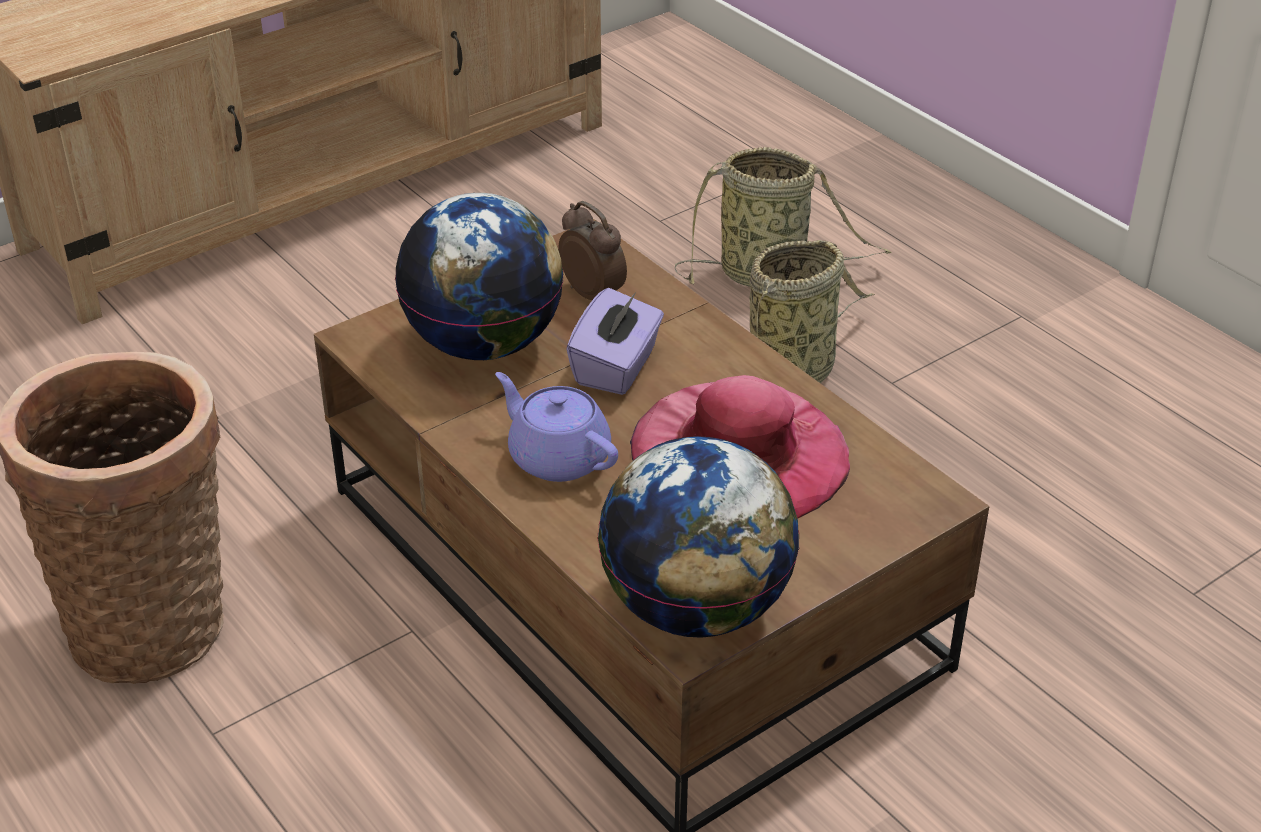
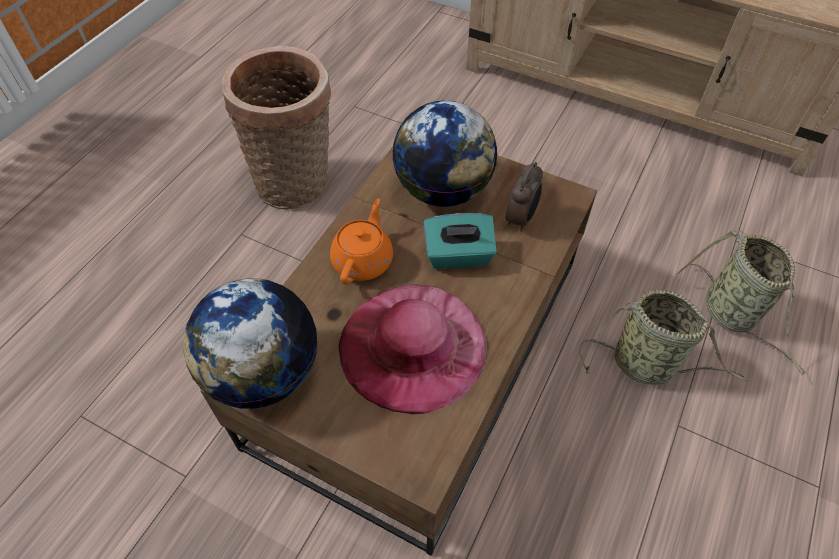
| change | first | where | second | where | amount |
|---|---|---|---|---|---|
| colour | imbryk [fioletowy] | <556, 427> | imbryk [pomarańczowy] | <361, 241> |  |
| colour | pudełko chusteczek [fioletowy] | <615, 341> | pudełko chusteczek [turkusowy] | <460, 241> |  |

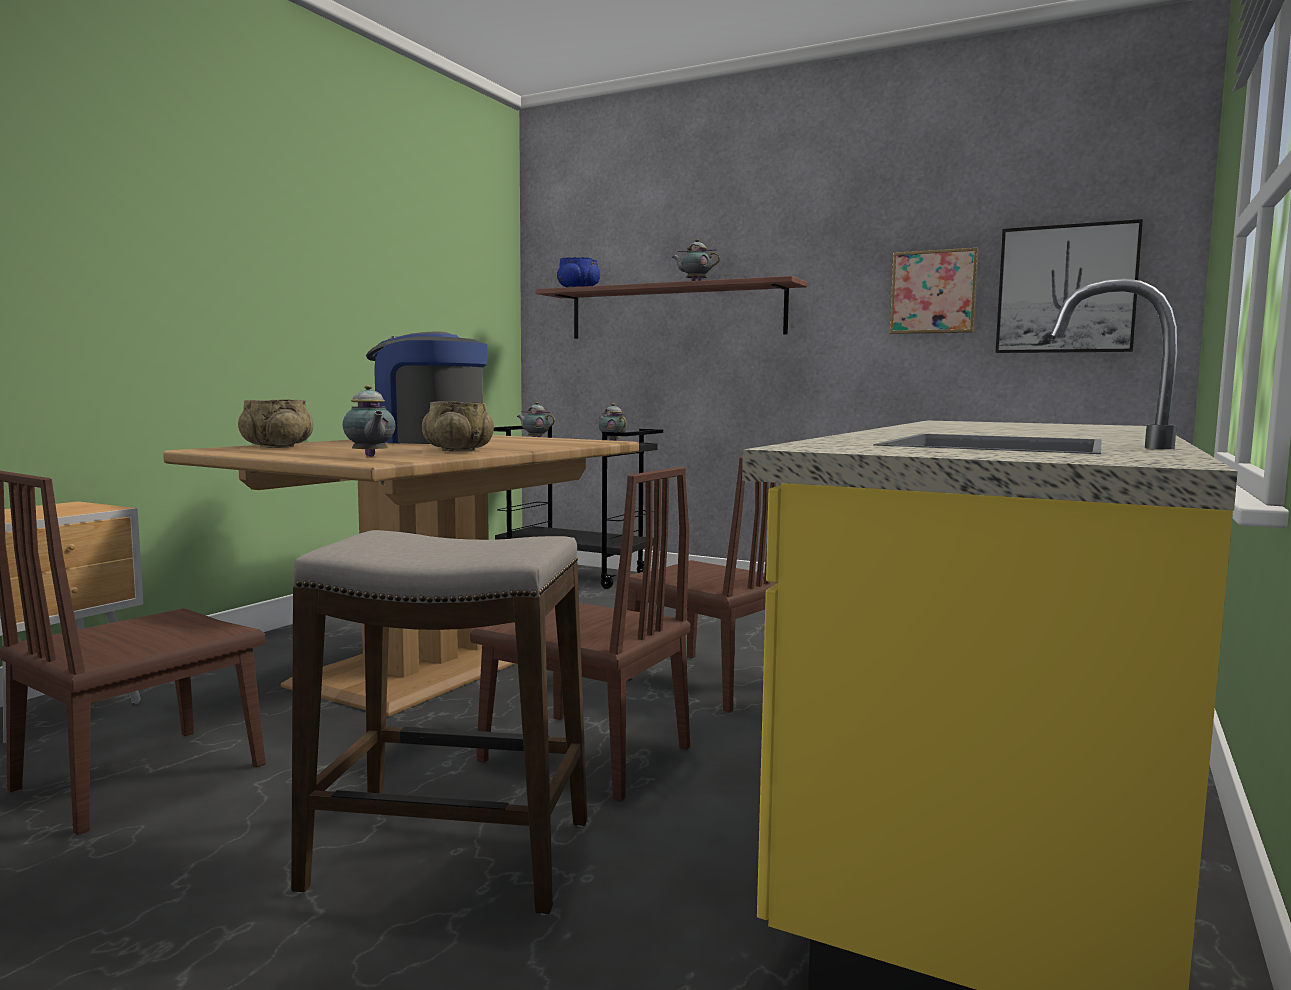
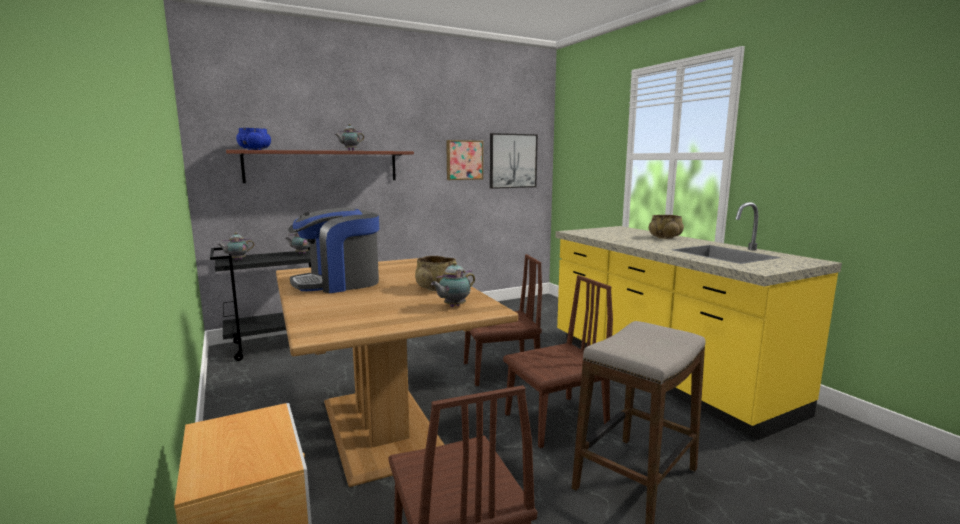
| change | first | where | second | where | amount |
|---|---|---|---|---|---|
| relocated | miska [beżowy] | <275, 423> |  | <666, 227> |  |
| spun | imbryk | <368, 421> |  | <453, 284> | 135 degrees clockwise |

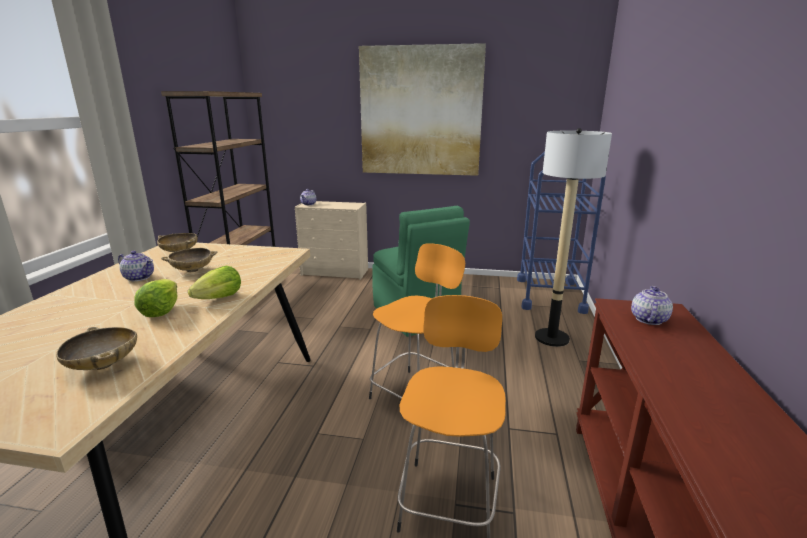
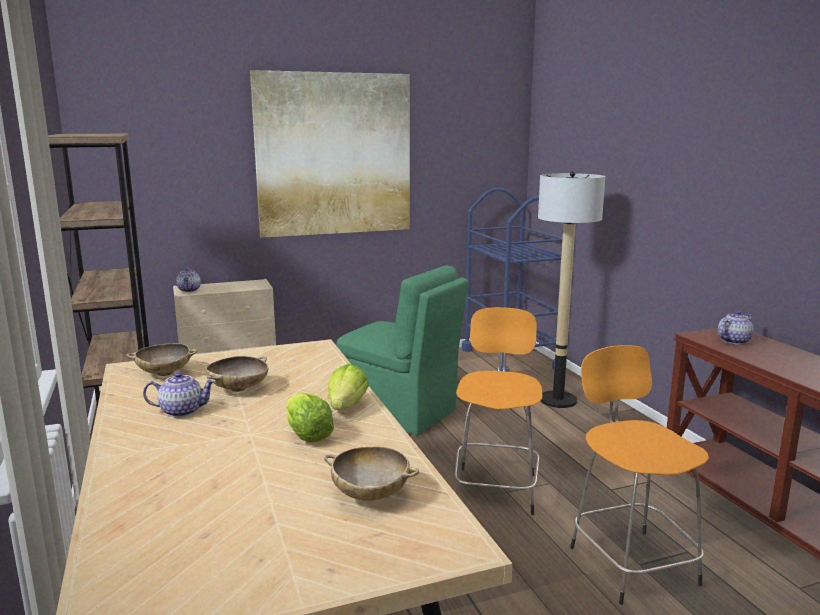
| change | first | where | second | where | amount |
|---|---|---|---|---|---|
| spun | imbryk | <652, 305> |  | <736, 328> | 60 degrees clockwise |

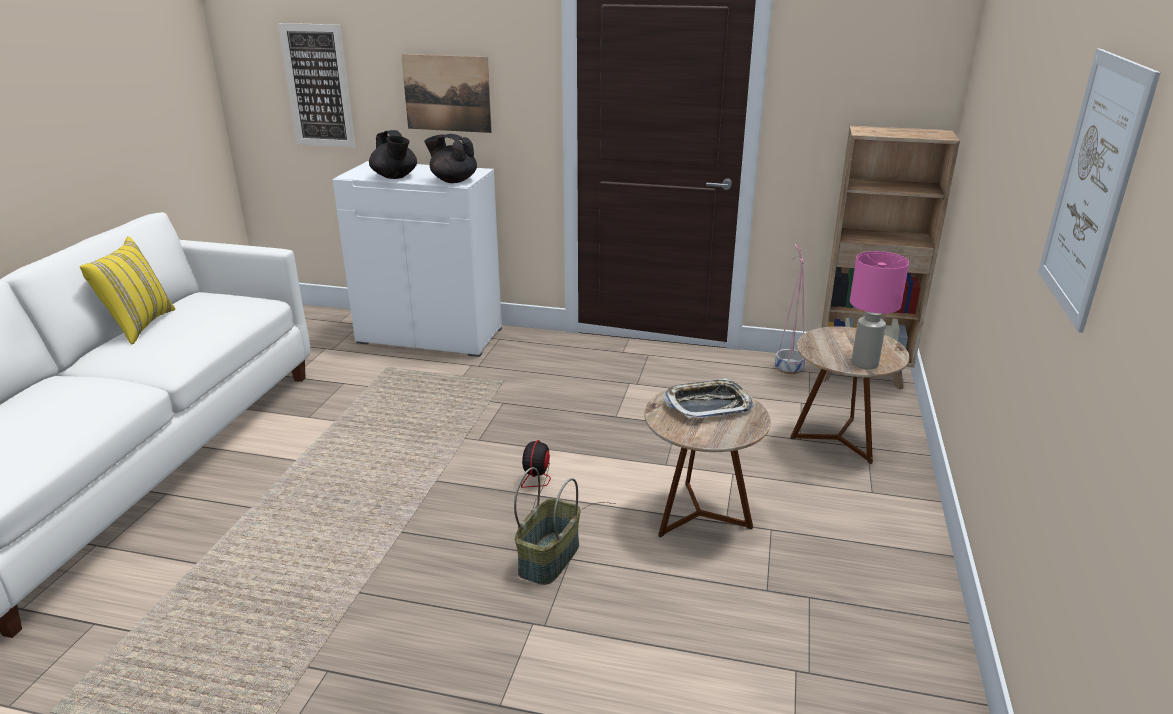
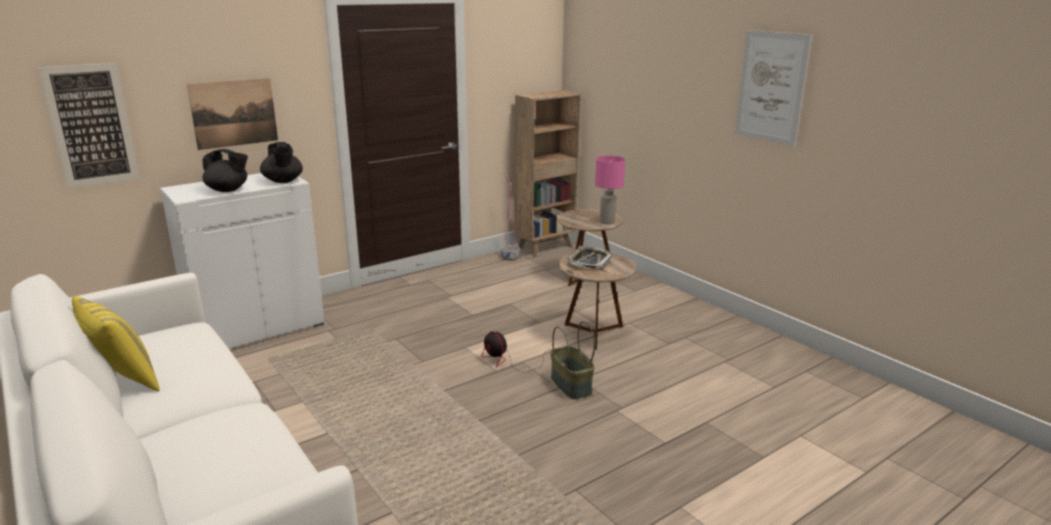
| change | first | where | second | where | amount |
|---|---|---|---|---|---|
| spun | imbryk [czarny] | <450, 158> |  | <281, 162> | 90 degrees counterclockwise |

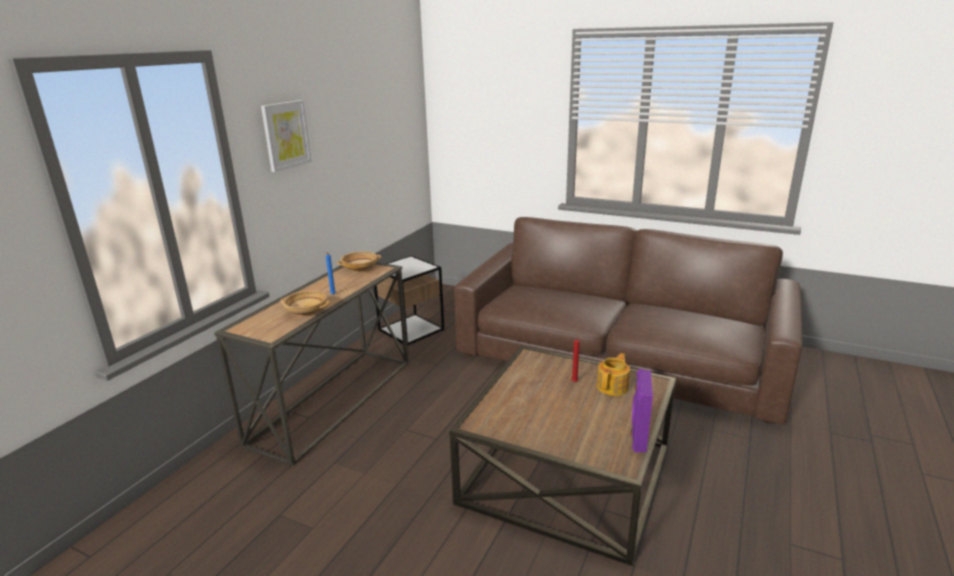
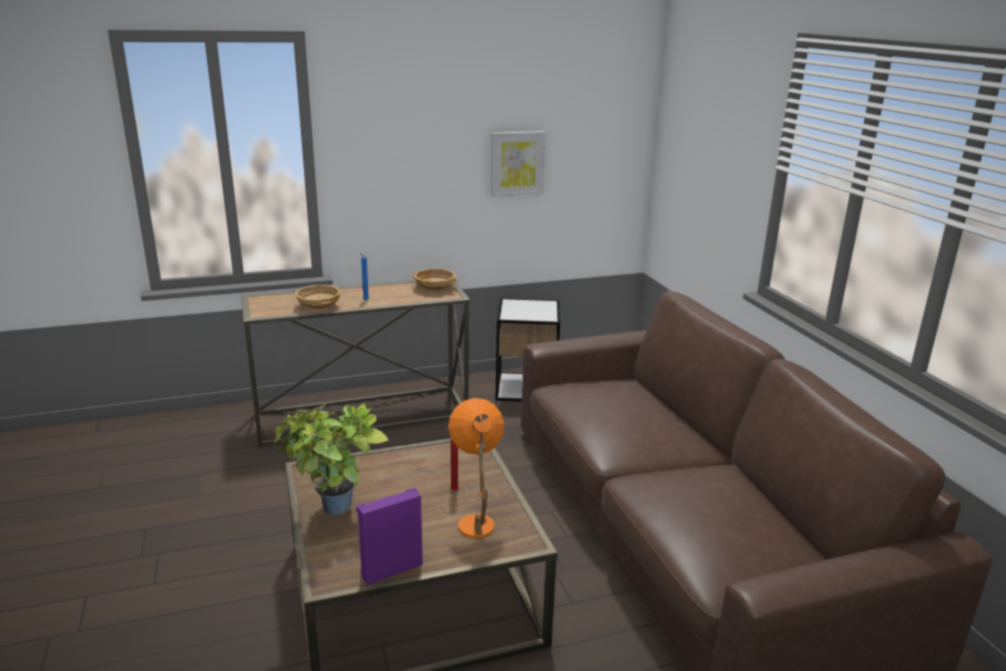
| change | first | where | second | where | amount |
|---|---|---|---|---|---|
| relocated | obraz | <286, 136> |  | <518, 164> |  |
| exchanged | imbryk | <613, 374> | lampa stołowa [pomarańczowy] | <476, 468> |  |
| appeared |  |  | roślina doniczkowa | <331, 460> |  |

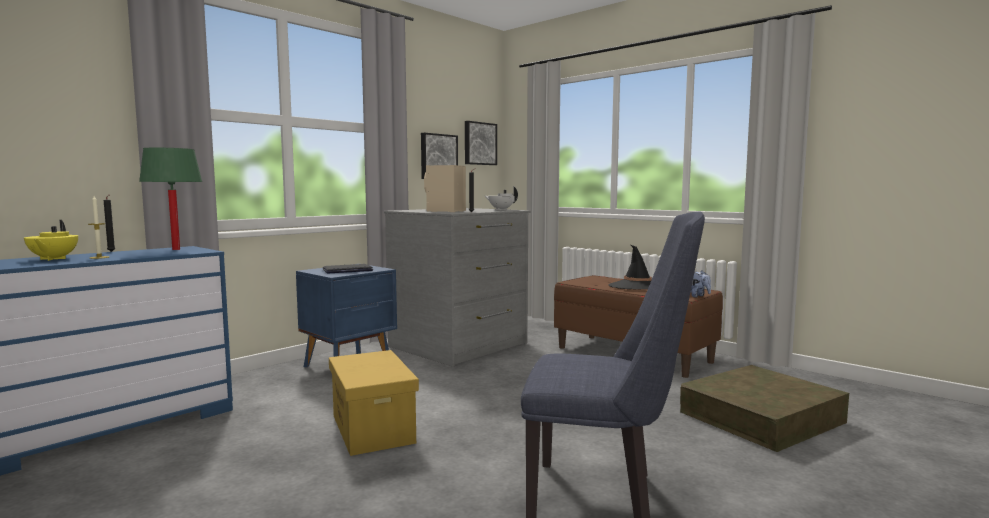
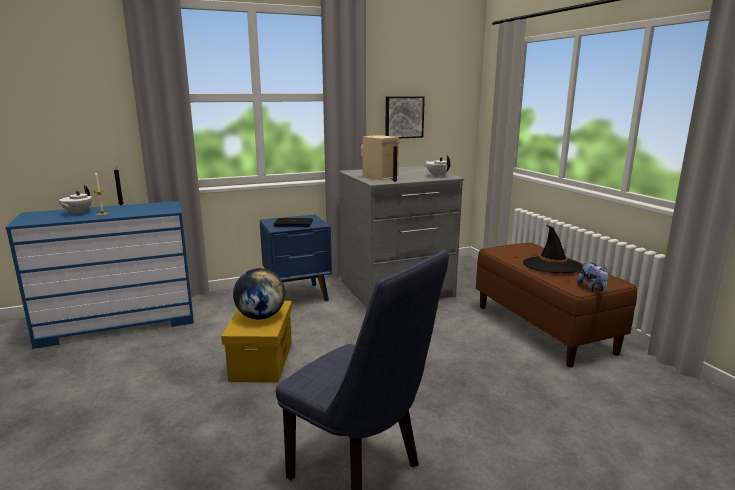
| change | first | where | second | where | amount |
|---|---|---|---|---|---|
| colour | imbryk [żółty] | <51, 240> | imbryk [biały] | <75, 200> |  |
| missing | lampa stołowa [zielony] | <171, 199> |  |  |  |
| missing | obraz | <481, 143> |  |  |  |
| missing | pojemnik do przechowywania [brązowy] | <764, 408> |  |  |  |
| appeared |  |  | globus | <259, 293> |  |

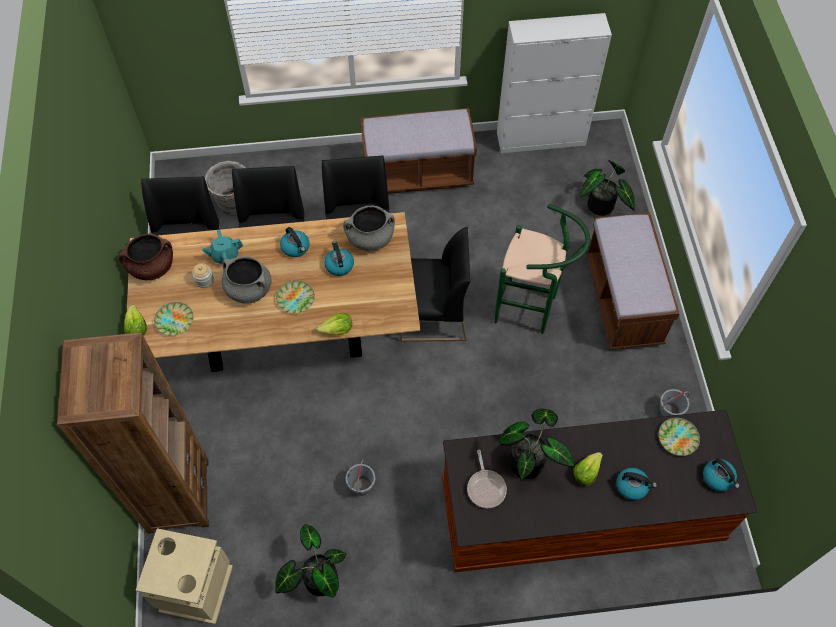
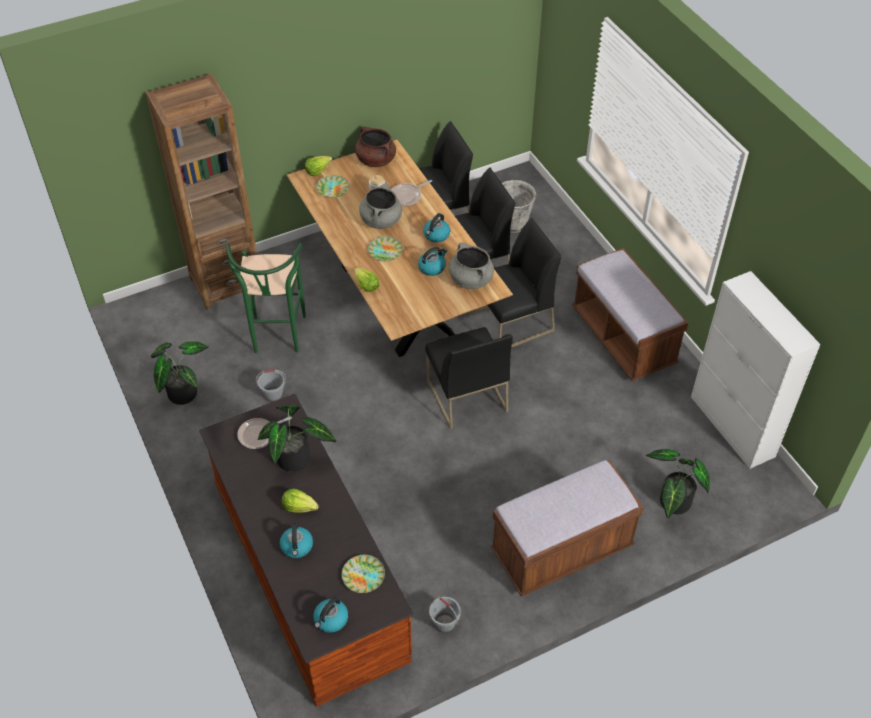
| change | first | where | second | where | amount |
|---|---|---|---|---|---|
| missing | kosz na śmieci [beżowy] | <184, 576> |  |  |  |
| exchanged | imbryk [turkusowy] | <222, 247> | patelnia | <411, 193> |  |
| relocated | stołek [zielony] | <542, 269> |  | <266, 298> |  |

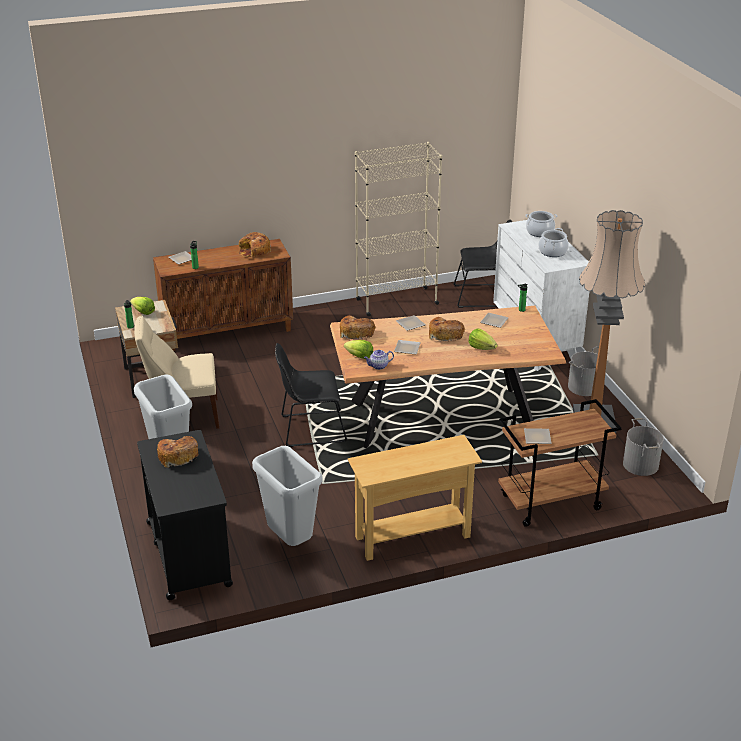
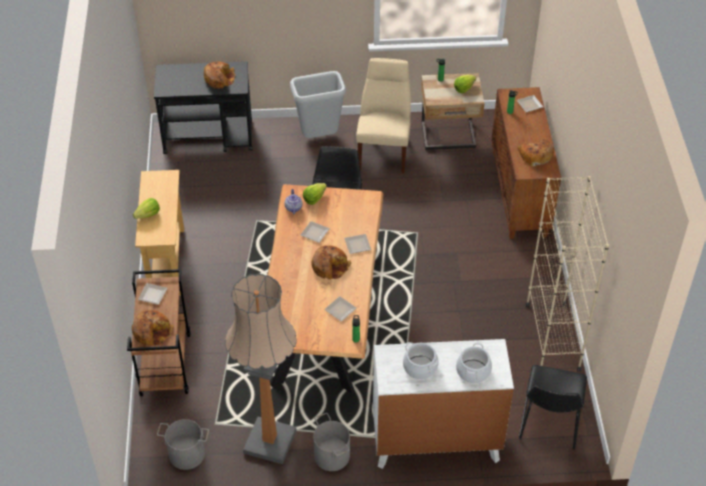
| change | first | where | second | where | amount |
|---|---|---|---|---|---|
| missing | kosz na śmieci [szary] | <287, 496> |  |  |  |
| relocated | chleb | <358, 327> |  | <153, 328> |  |
| relocated | sałata | <482, 339> |  | <146, 208> |  |

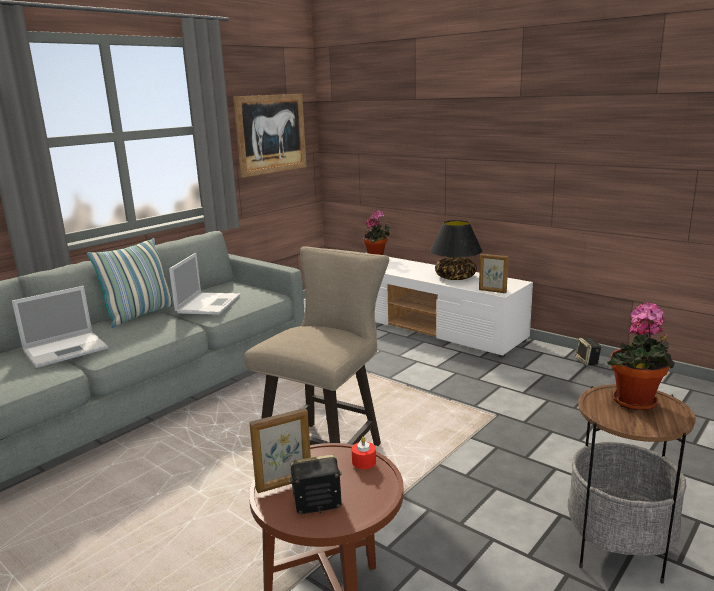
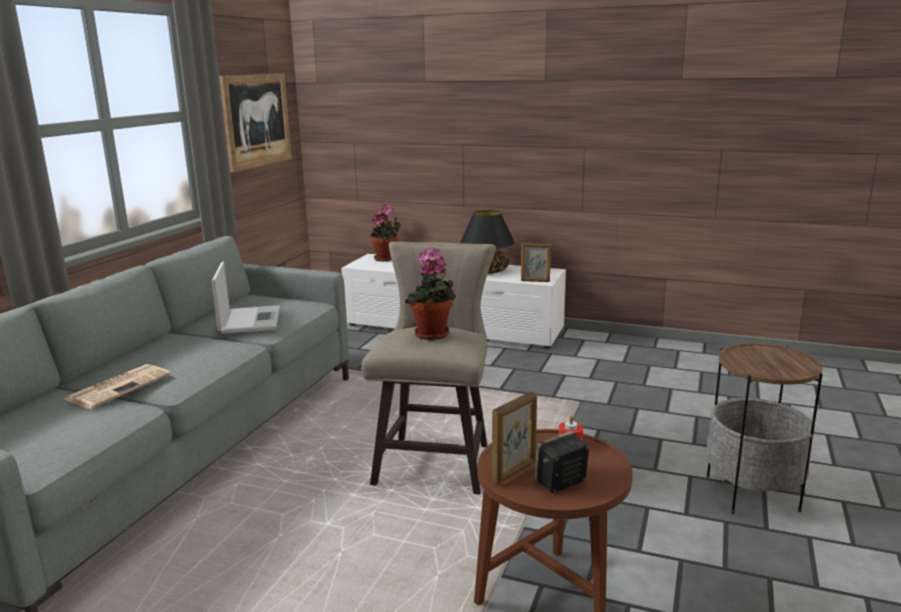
| change | first | where | second | where | amount |
|---|---|---|---|---|---|
| exchanged | laptop | <60, 327> | gazeta | <117, 386> |  |
| missing | poduszka | <130, 283> |  |  |  |
| missing | głośnik | <588, 352> |  |  |  |
| relocated | roślina doniczkowa | <641, 356> |  | <430, 293> |  |

